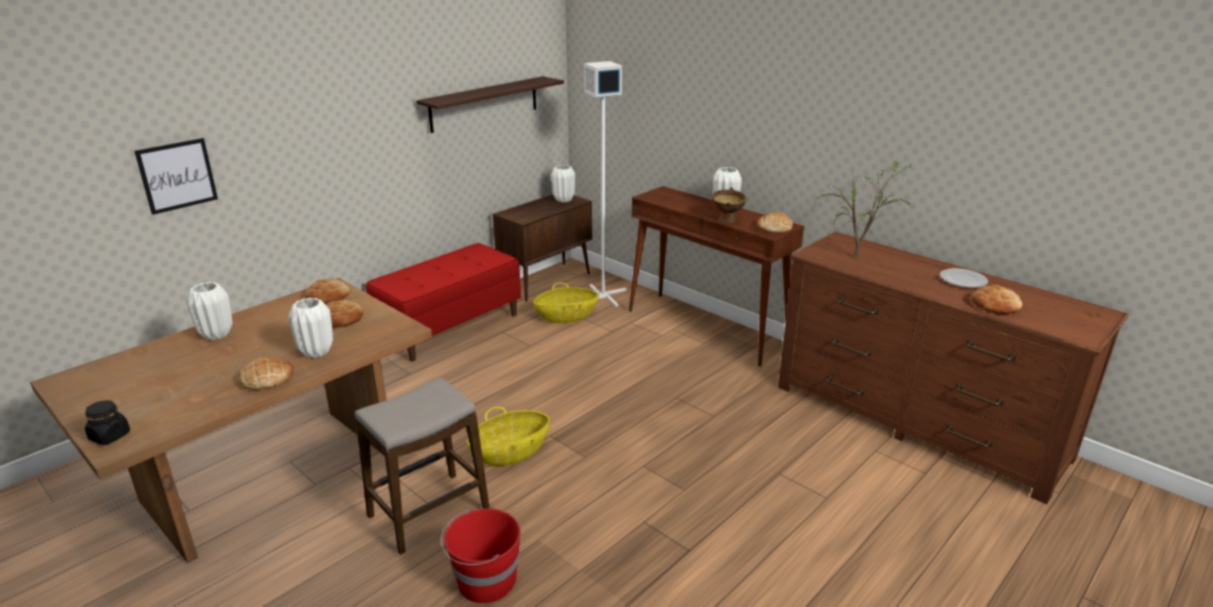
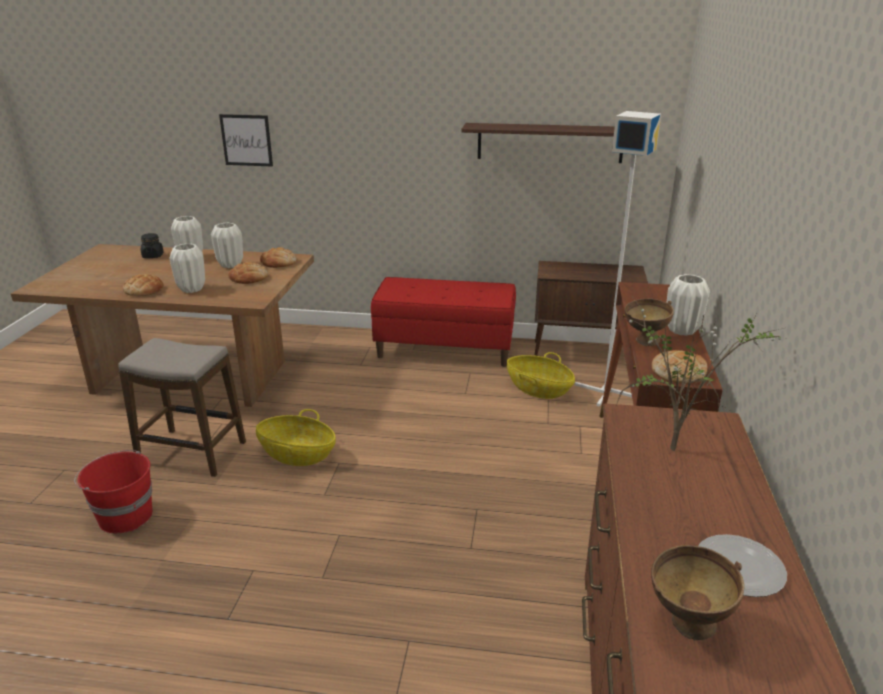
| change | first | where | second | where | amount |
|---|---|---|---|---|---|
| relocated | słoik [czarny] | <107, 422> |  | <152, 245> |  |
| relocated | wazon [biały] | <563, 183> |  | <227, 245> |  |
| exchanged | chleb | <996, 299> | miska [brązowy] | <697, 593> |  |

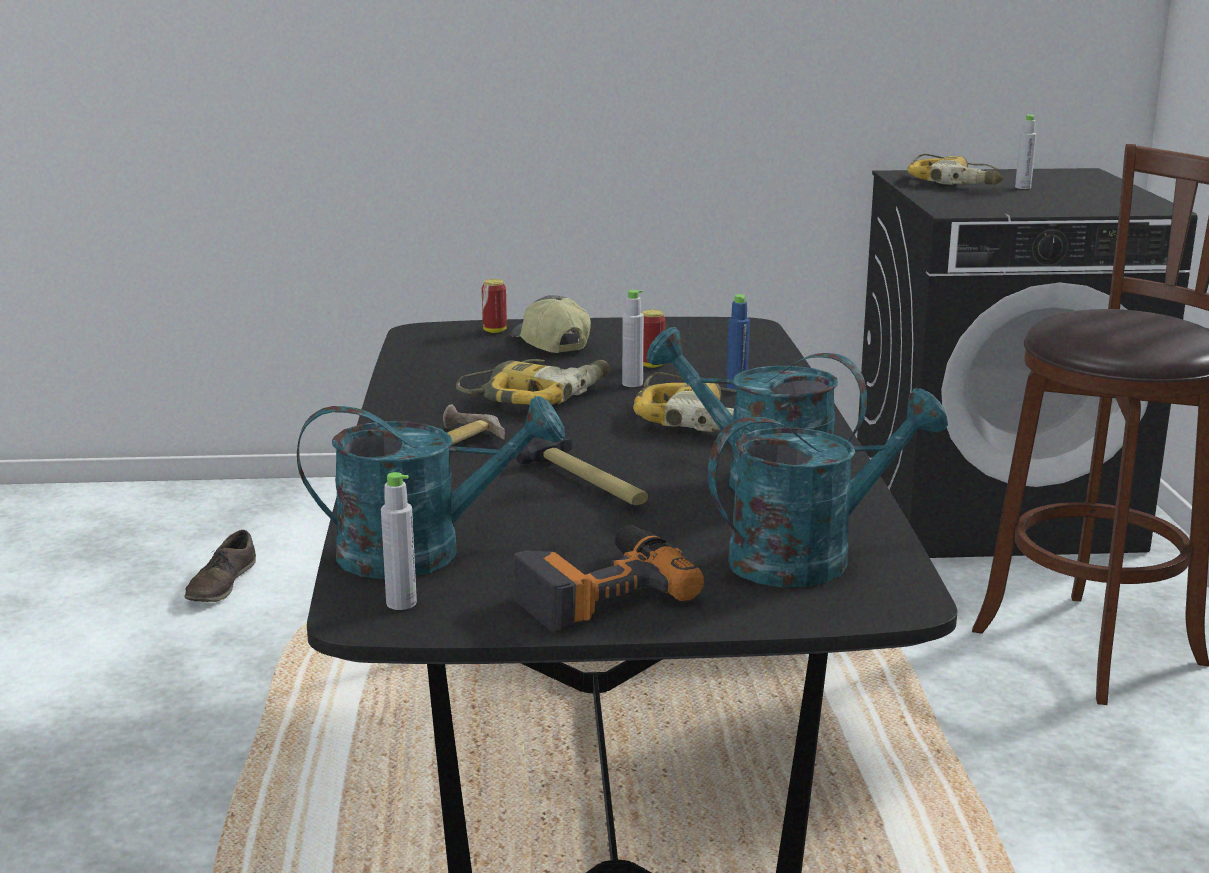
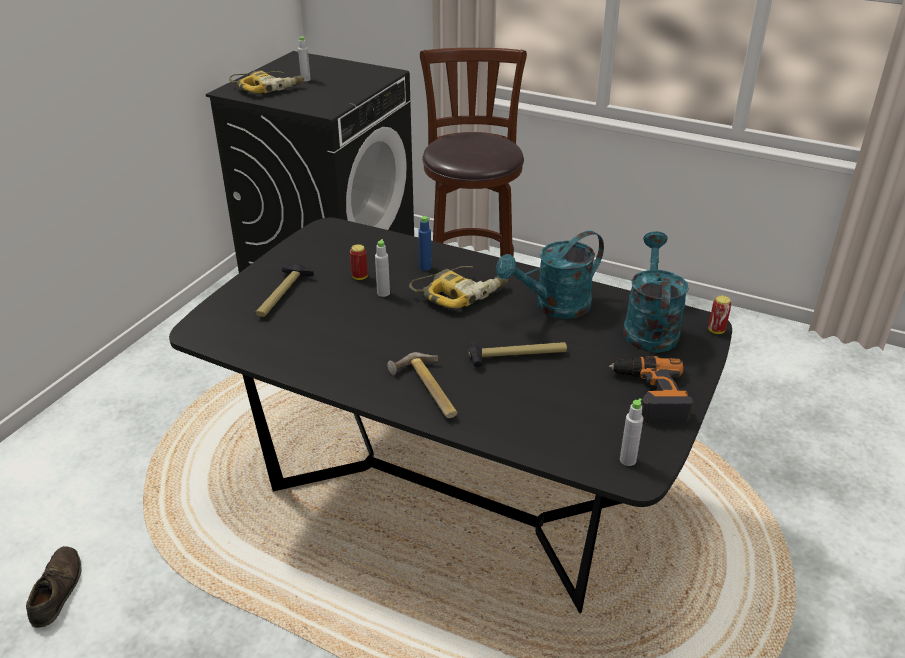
| change | first | where | second | where | amount |
|---|---|---|---|---|---|
| spun | but [brązowy] | <220, 566> |  | <54, 587> | 135 degrees counterclockwise |
| missing | konewka [turkusowy] | <431, 487> |  |  |  |
| missing | wiertarka | <533, 382> |  |  |  |
| relocated | puszka | <494, 306> |  | <719, 314> |  |
| exchanged | czapka z daszkiem | <551, 324> | młotek | <285, 290> |  |

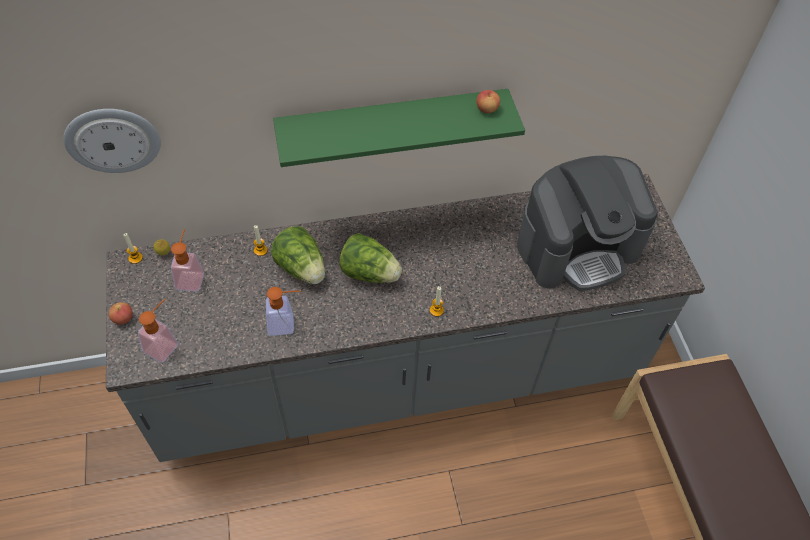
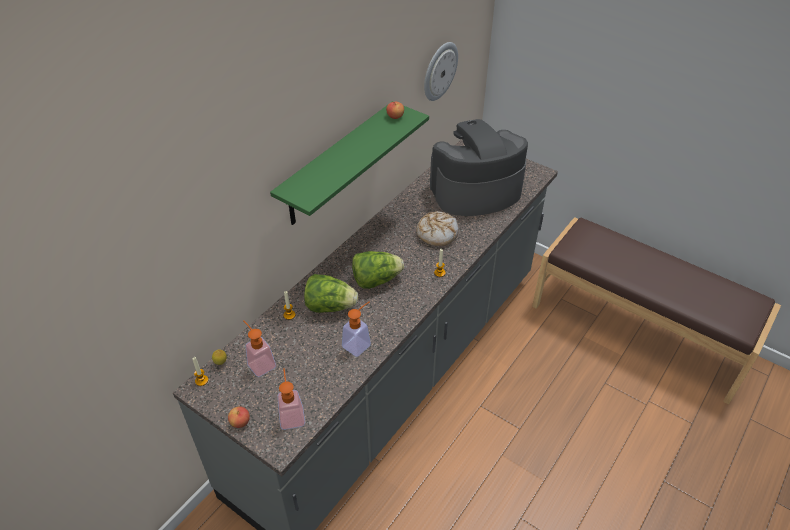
| change | first | where | second | where | amount |
|---|---|---|---|---|---|
| relocated | zegar ścienny | <112, 141> |  | <441, 71> |  |
| spun | ekspres do kawy | <587, 223> |  | <479, 167> | 135 degrees counterclockwise |
| appeared |  |  | chleb | <437, 229> |  |

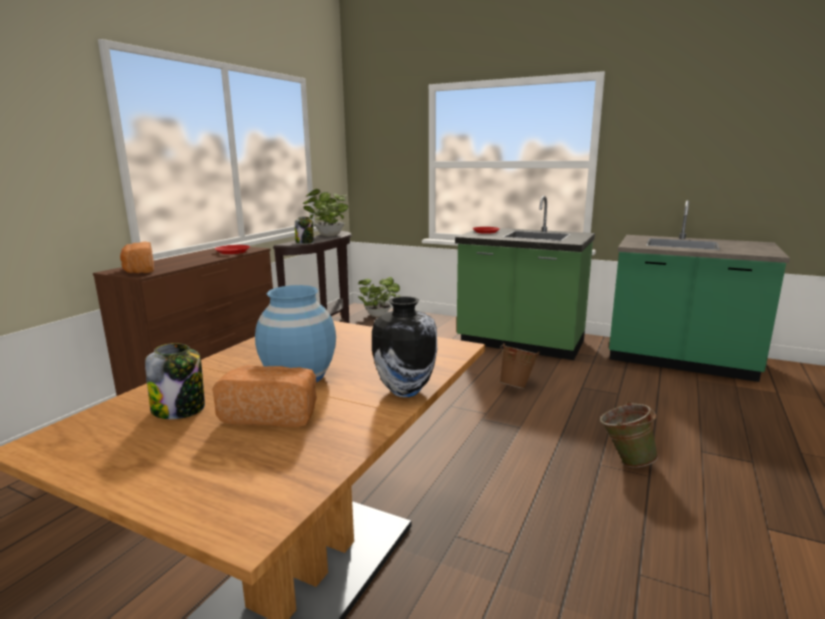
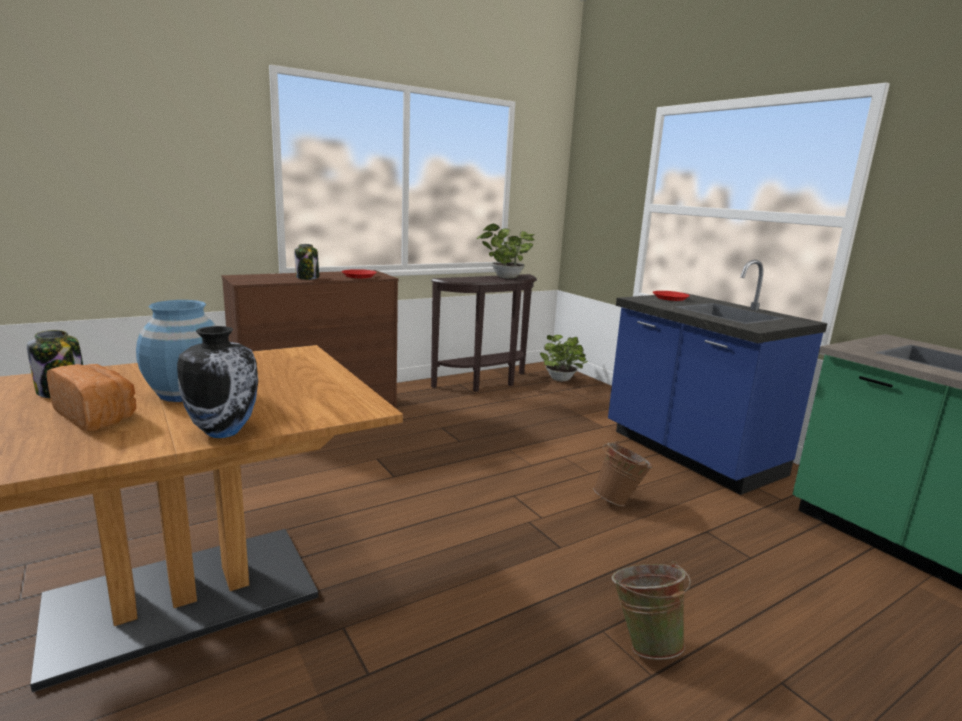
| change | first | where | second | where | amount |
|---|---|---|---|---|---|
| missing | chleb | <137, 257> |  |  |  |
| relocated | słoik | <304, 230> |  | <306, 262> |  |
| colour | zabudowa kuchenna [zielony] | <525, 278> | zabudowa kuchenna [niebieski] | <717, 377> |  |

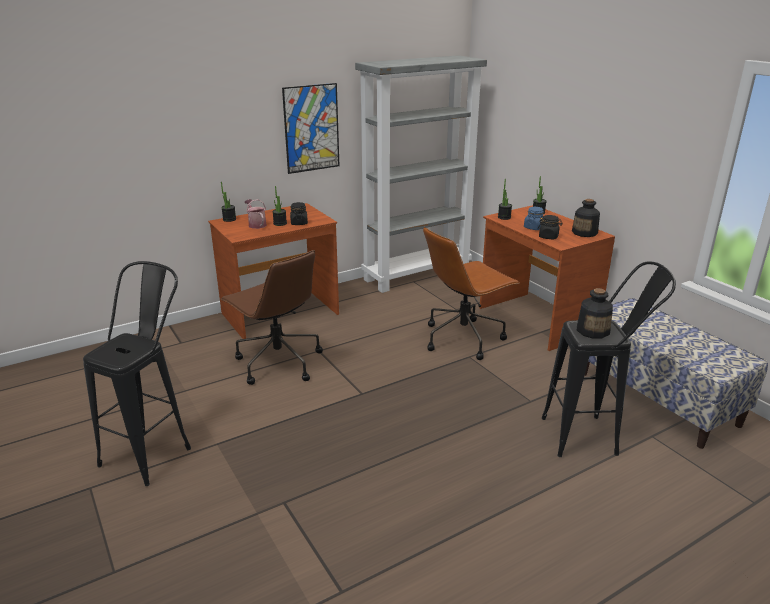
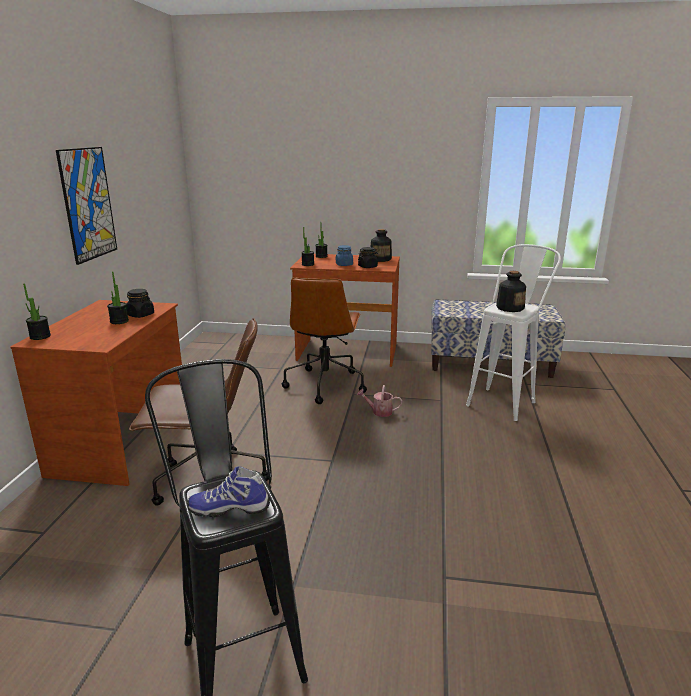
| change | first | where | second | where | amount |
|---|---|---|---|---|---|
| relocated | konewka | <256, 214> |  | <380, 401> |  |
| missing | regał [szary] | <421, 174> |  |  |  |
| colour | stołek [czarny] | <609, 359> | stołek [biały] | <513, 332> |  |
| appeared |  |  | but | <228, 491> |  |

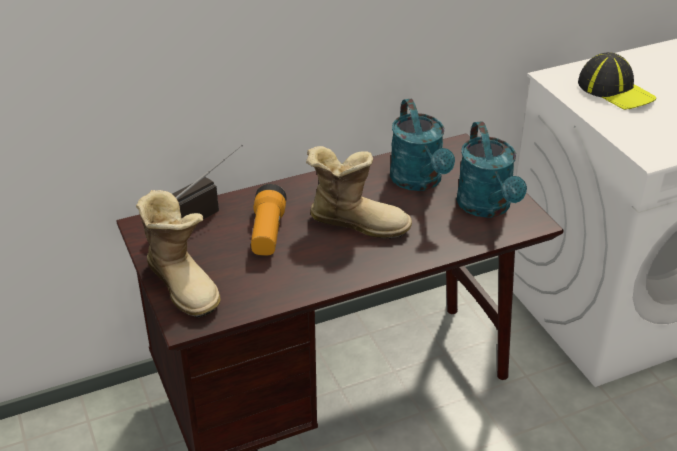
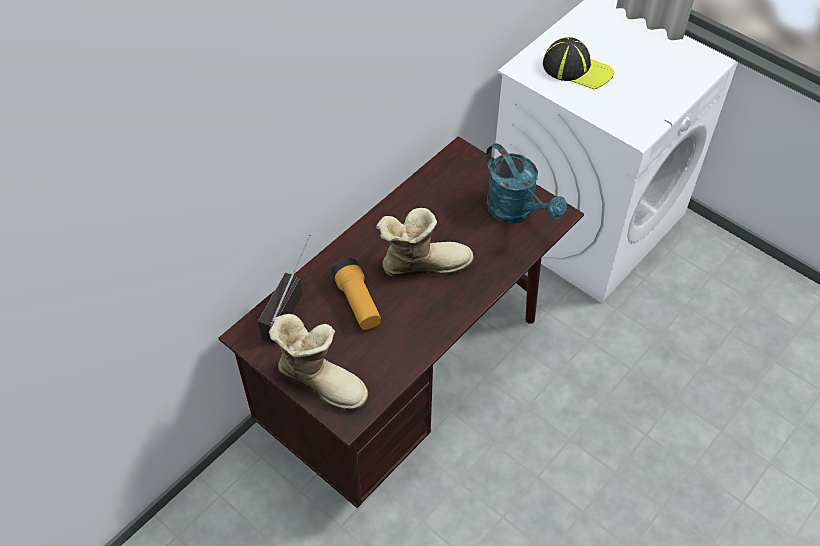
| change | first | where | second | where | amount |
|---|---|---|---|---|---|
| missing | konewka [turkusowy] | <422, 145> |  |  |  |

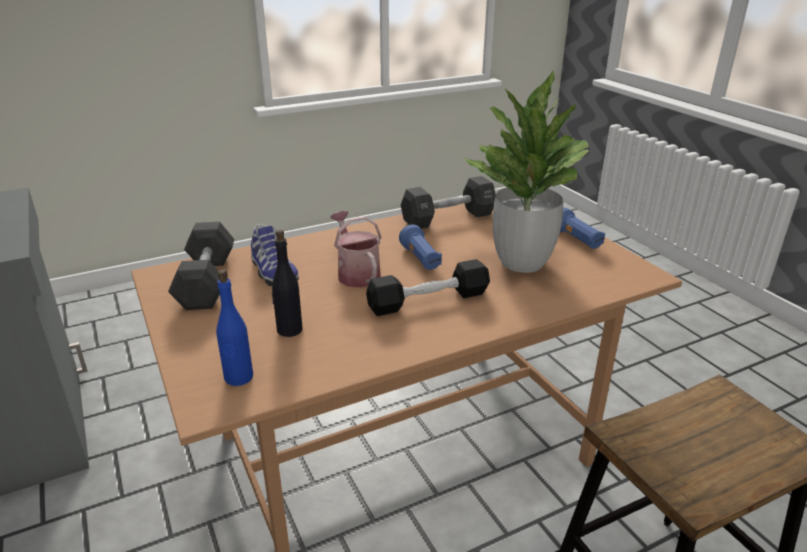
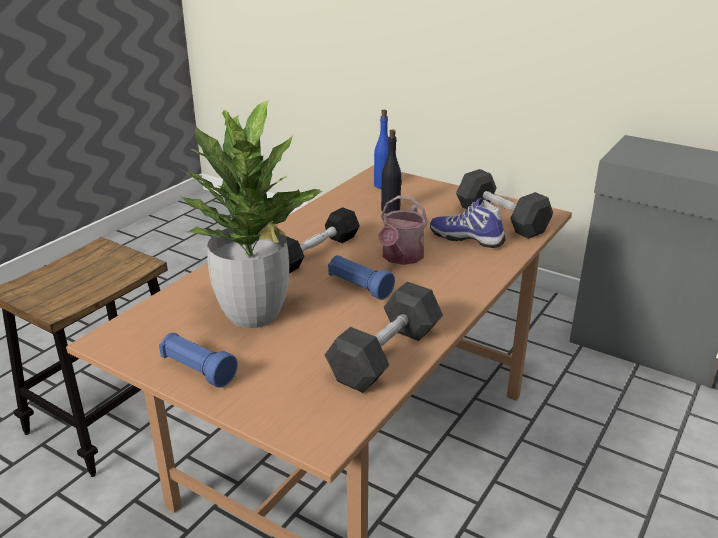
| change | first | where | second | where | amount |
|---|---|---|---|---|---|
| spun | konewka | <356, 249> |  | <403, 230> | 75 degrees clockwise |

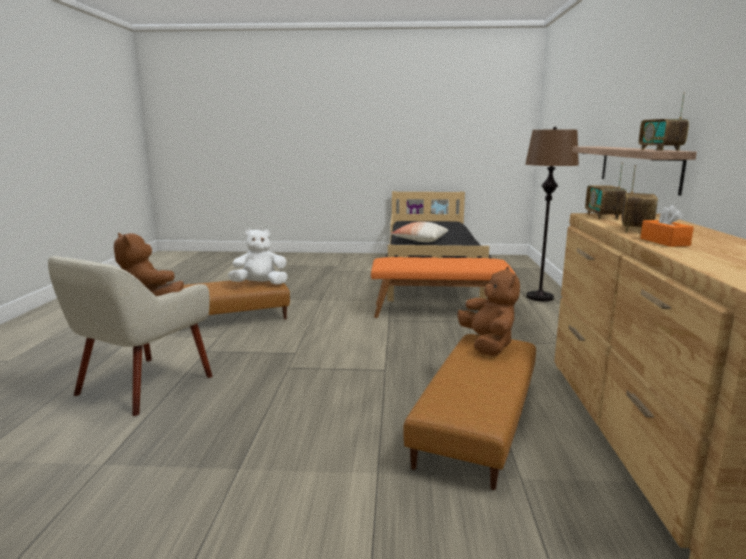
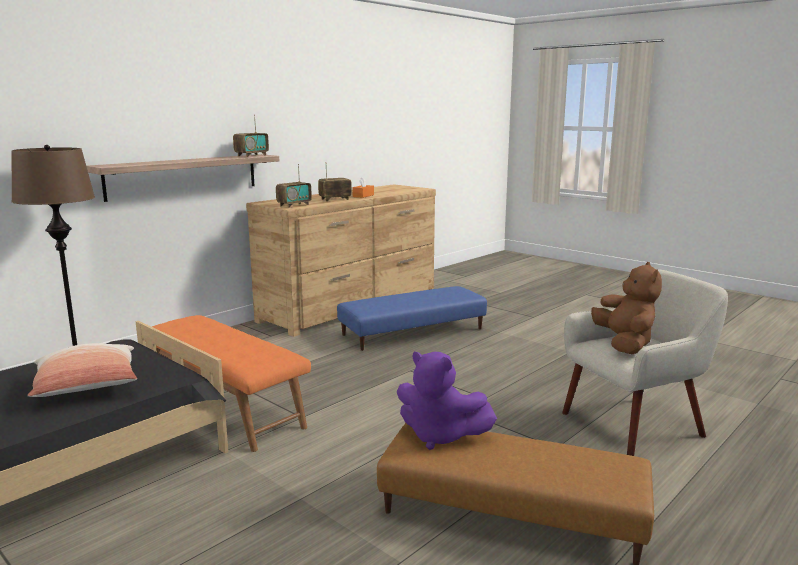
| change | first | where | second | where | amount |
|---|---|---|---|---|---|
| colour | pluszak [biały] | <258, 257> | pluszak [fioletowy] | <447, 400> |  |
| colour | pufa [brązowy] | <469, 412> | pufa [niebieski] | <412, 318> |  |
| missing | pluszak [brązowy] | <489, 311> |  |  |  |

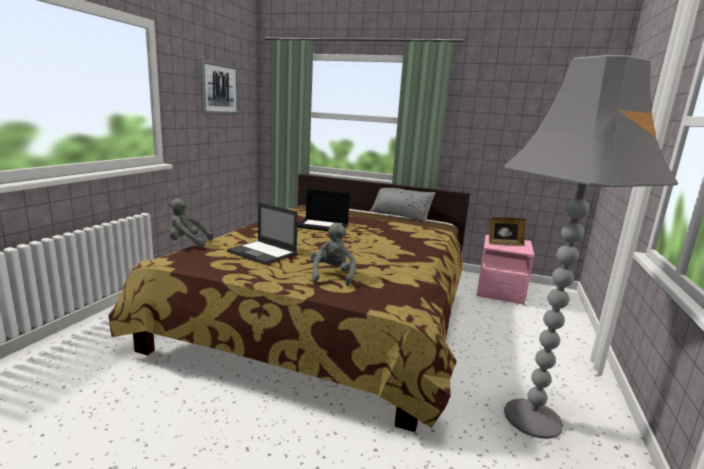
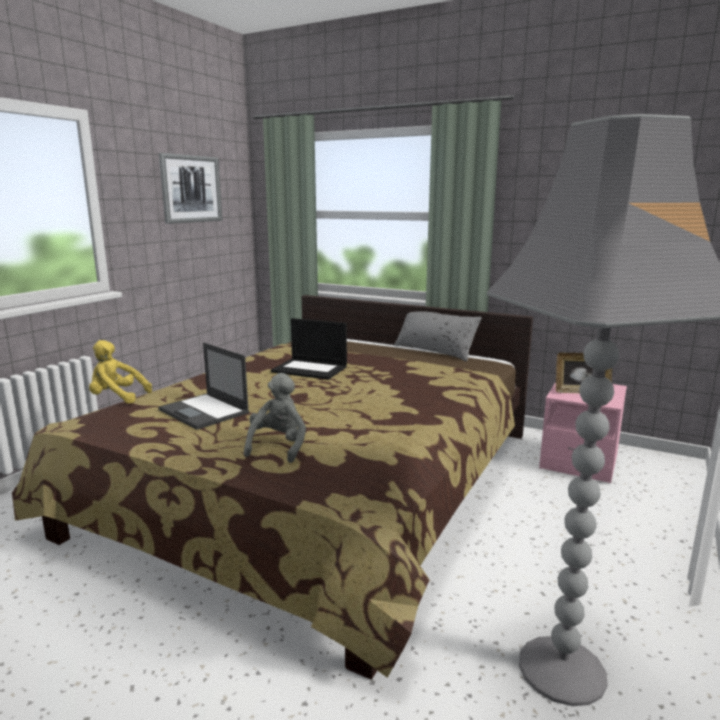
| change | first | where | second | where | amount |
|---|---|---|---|---|---|
| colour | pluszak [szary] | <191, 223> | pluszak [żółty] | <120, 372> |  |

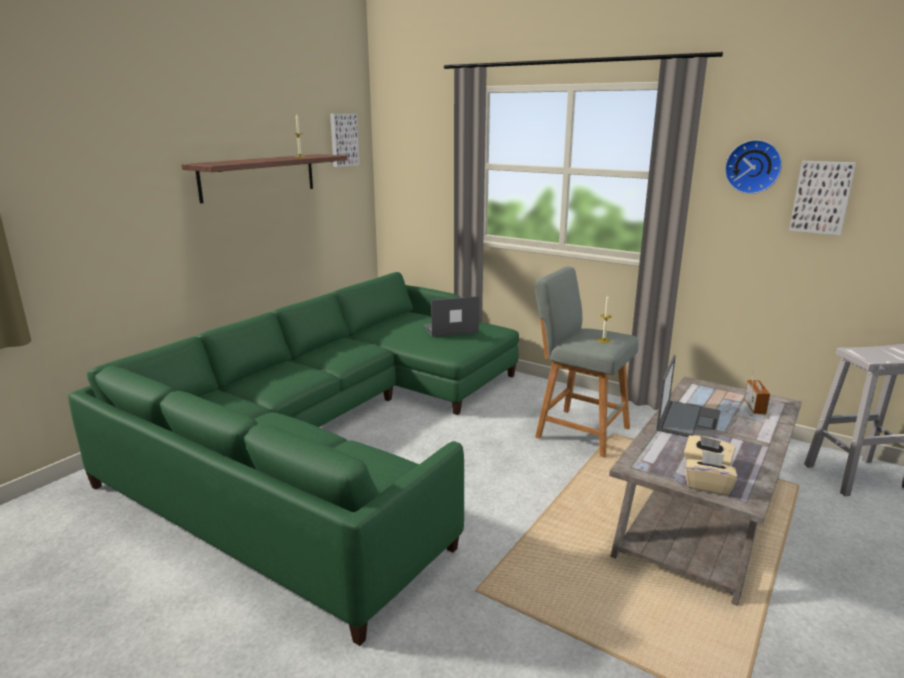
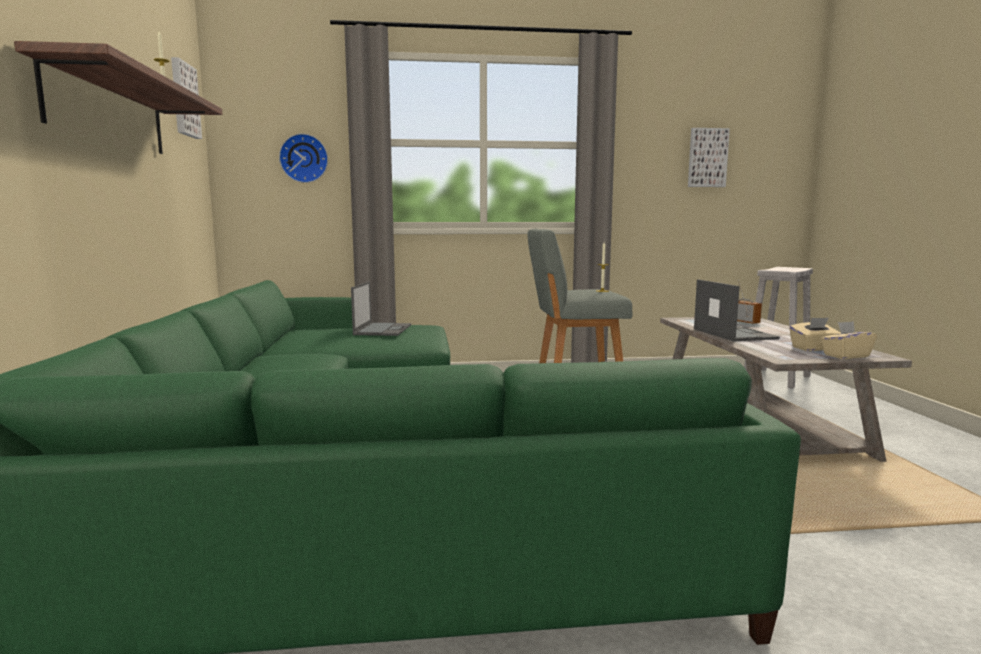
| change | first | where | second | where | amount |
|---|---|---|---|---|---|
| spun | laptop | <451, 316> |  | <381, 308> | 150 degrees clockwise |
| relocated | zegar ścienny | <753, 167> |  | <303, 158> |  |

